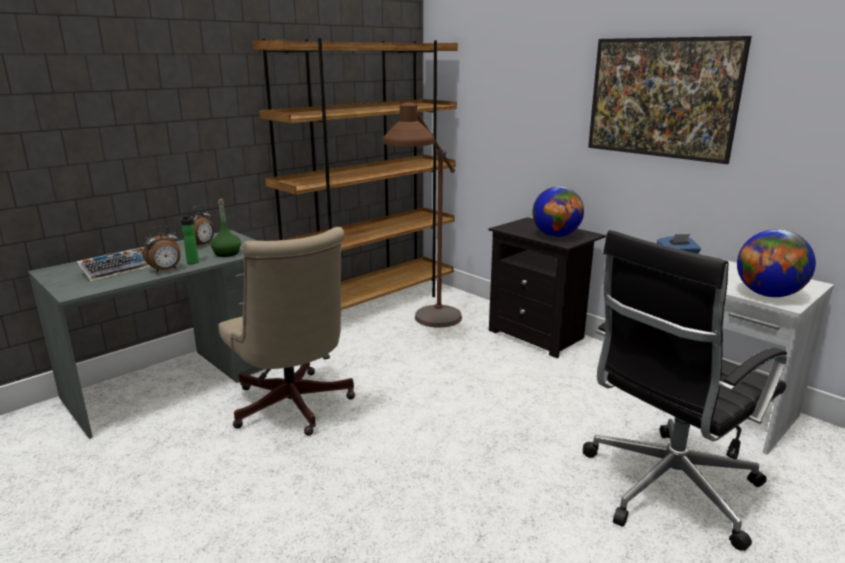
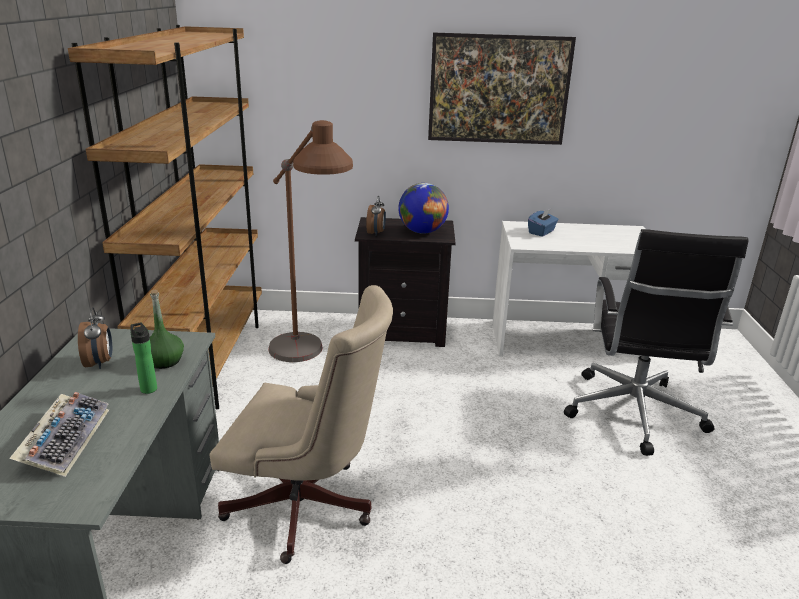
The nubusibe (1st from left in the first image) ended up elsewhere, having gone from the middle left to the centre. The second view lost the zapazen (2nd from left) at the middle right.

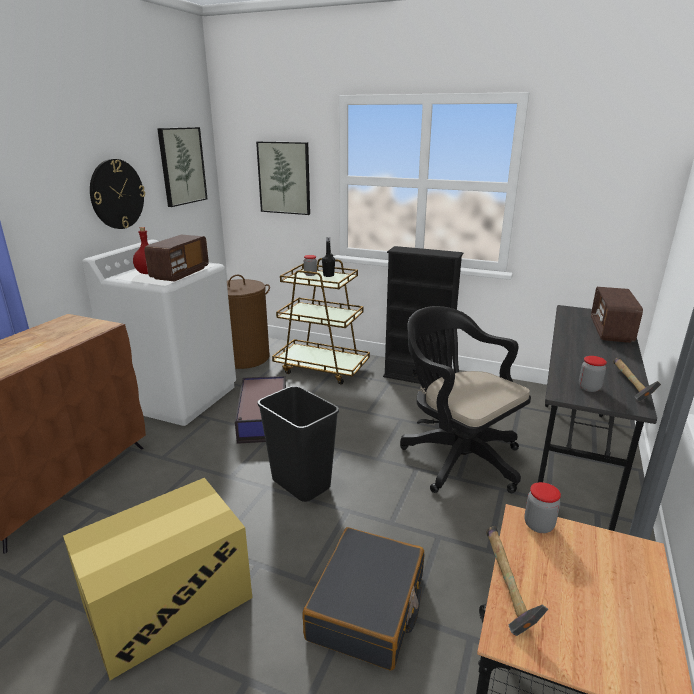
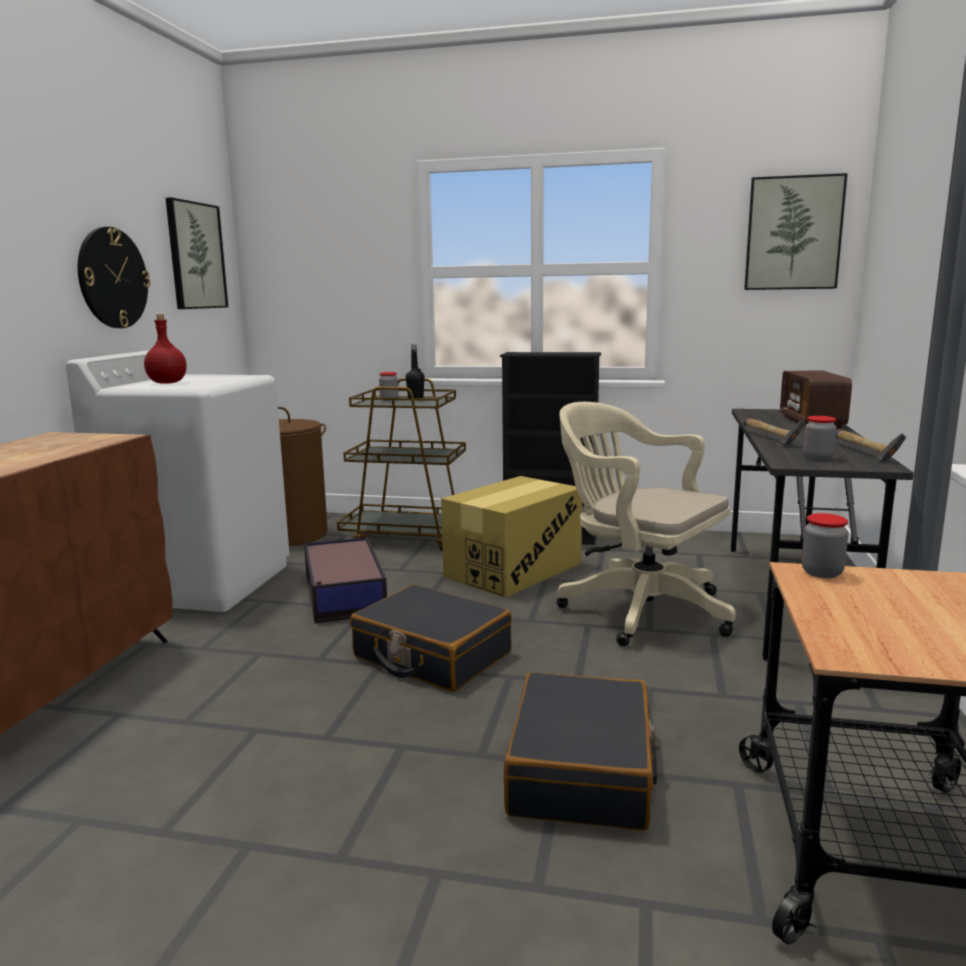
The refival (2nd from left) ended up elsewhere, having gone from the top centre to the top right. The second view lost the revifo (1st from left) at the middle left. What was the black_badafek at the middle right turned into the beige_badafek at the middle right. Where the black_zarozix stood at the centre, the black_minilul (1st from left) came to stand at the centre. The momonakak ended up elsewhere, having gone from the bottom left to the centre. The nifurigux (1st from left) ended up elsewhere, having gone from the bottom right to the middle right.

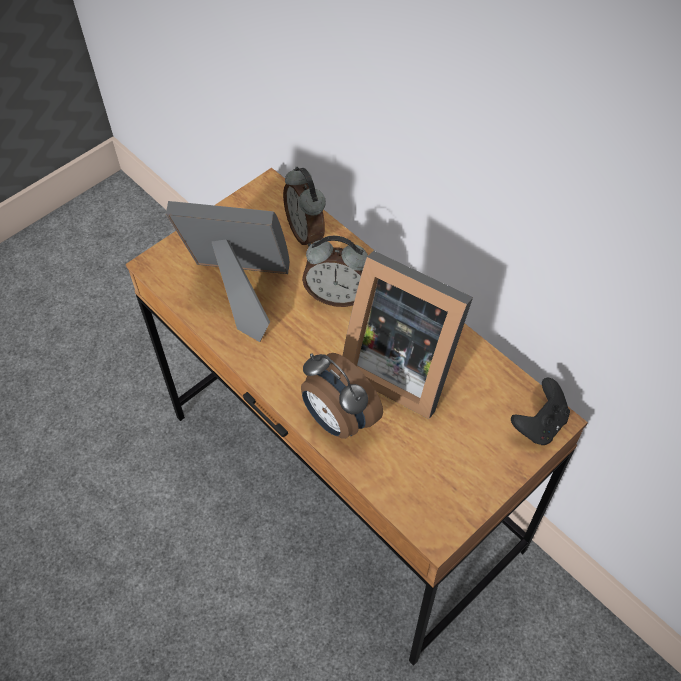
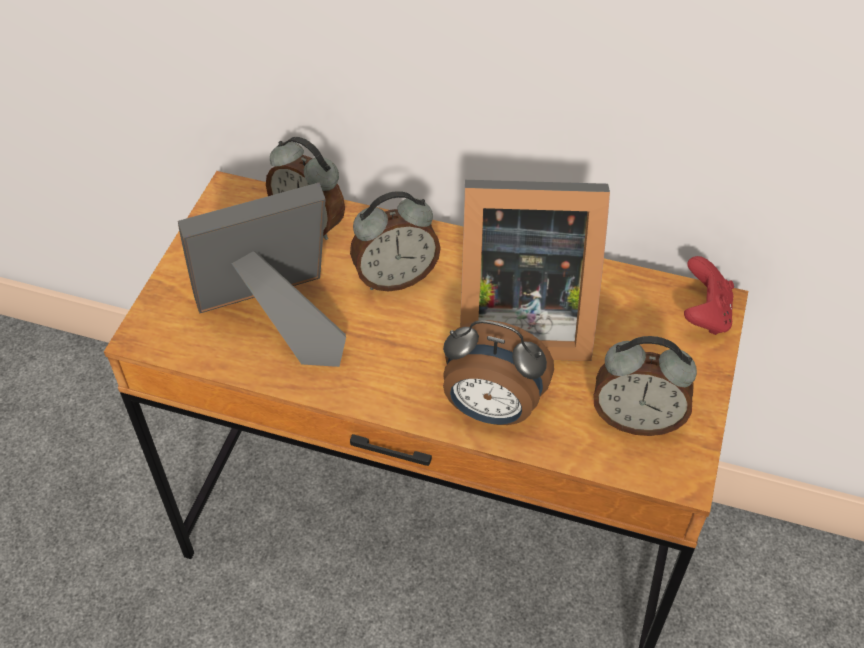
What was the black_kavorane at the middle right turned into the red_kavorane at the middle right. The second view gained the nubusibe (4th from left) at the middle right.

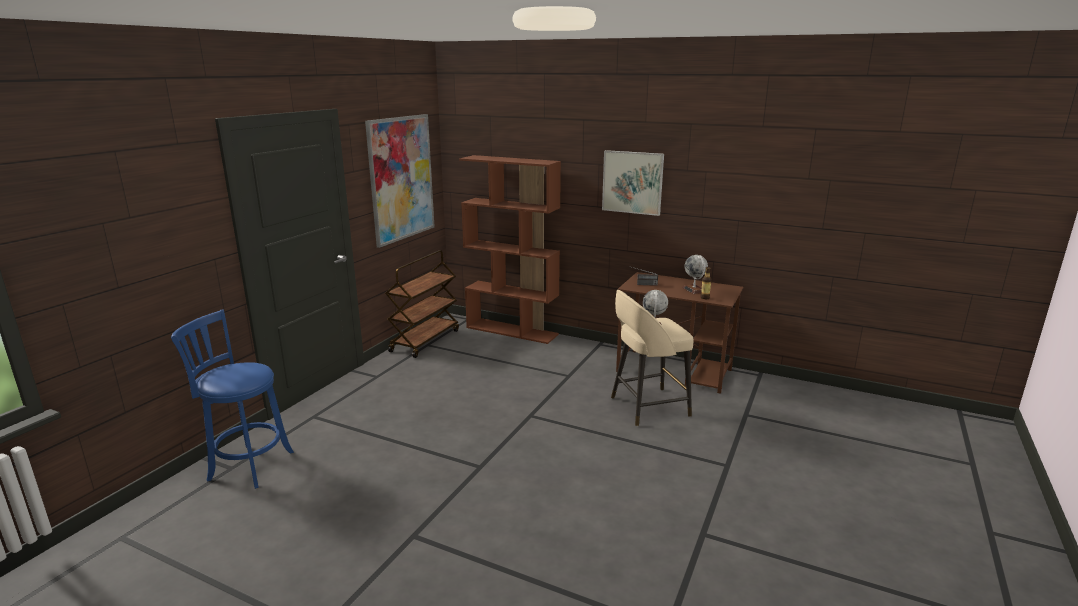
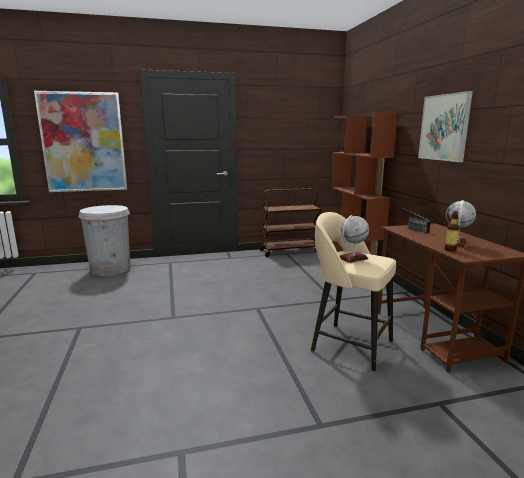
The refival (1st from left) ended up elsewhere, having gone from the top centre to the top left. Where the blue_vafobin stood at the middle left, the white_zarozix came to stand at the middle left.

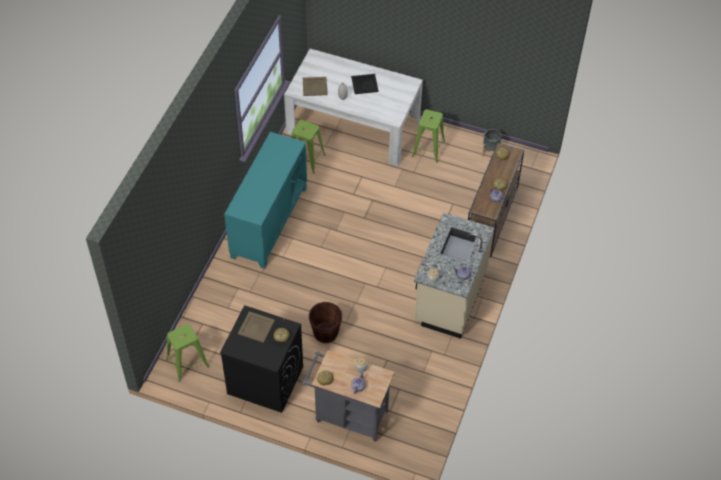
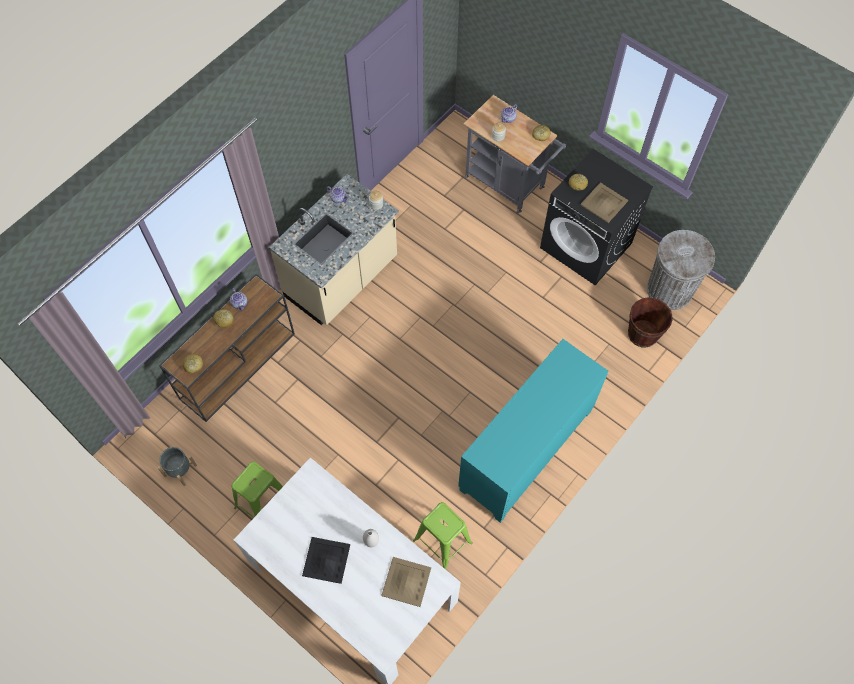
The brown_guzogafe ended up elsewhere, having gone from the bottom centre to the middle right. Where the green_vafobin (1st from left) stood at the bottom left, the grey_zarozix came to stand at the middle right.

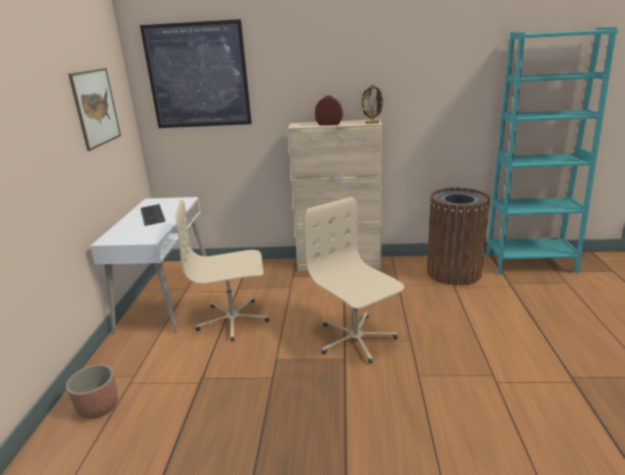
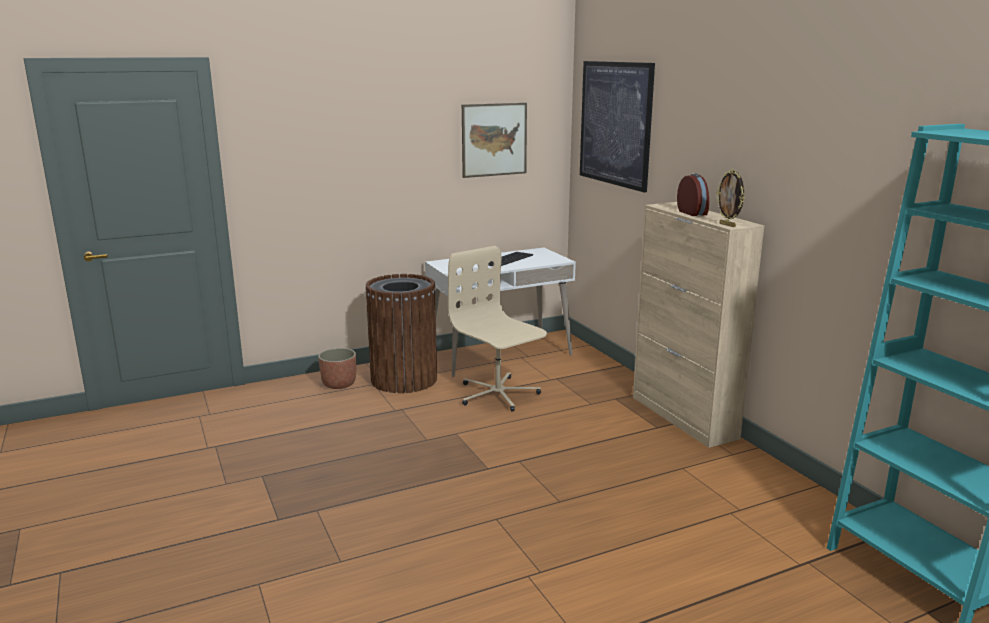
The brown_zarozix ended up elsewhere, having gone from the middle right to the centre. The second view lost the beige_badafek (2nd from left) at the centre.

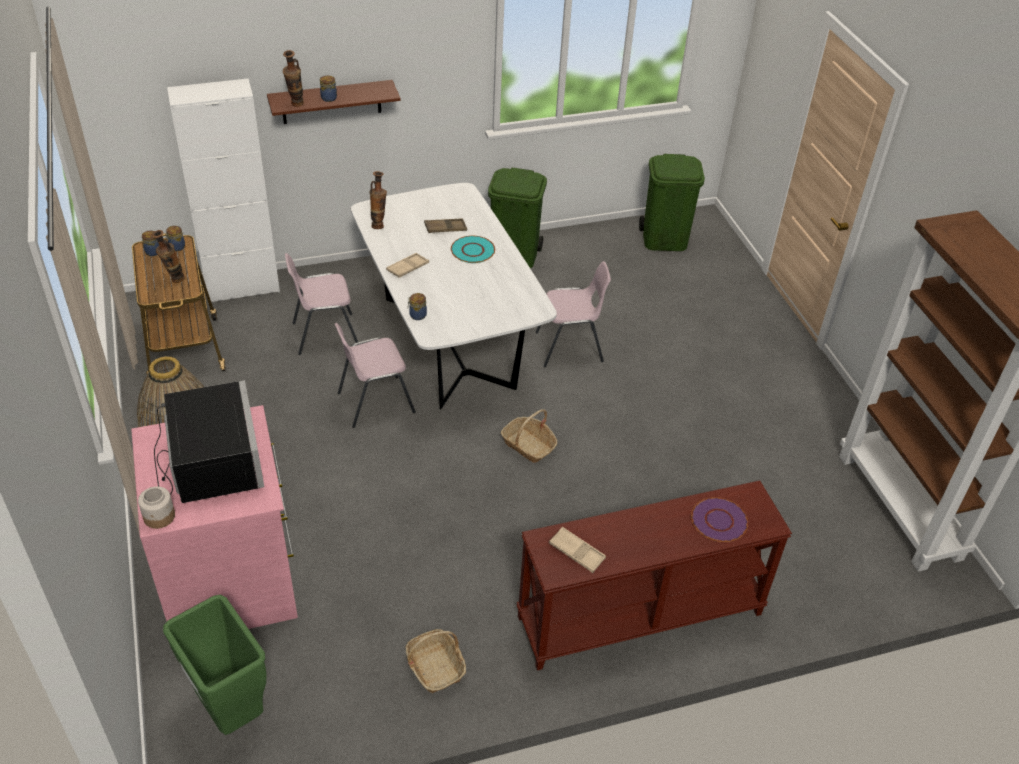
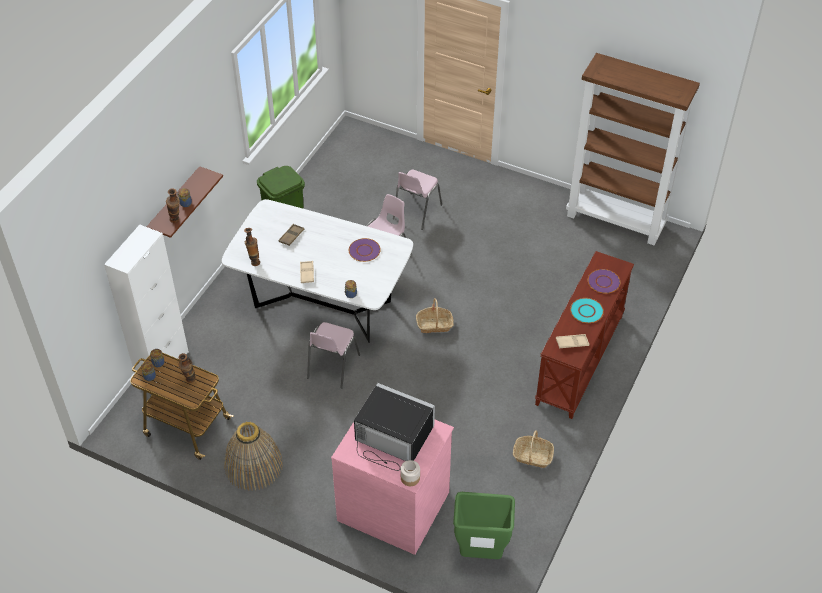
The second view lost the green_zarozix (3rd from left) at the top centre. The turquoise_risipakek ended up elsewhere, having gone from the top centre to the middle right. The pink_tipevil (1st from left in the first image) ended up elsewhere, having gone from the middle left to the centre. The second view gained the purple_risipakek (1st from left) at the centre.

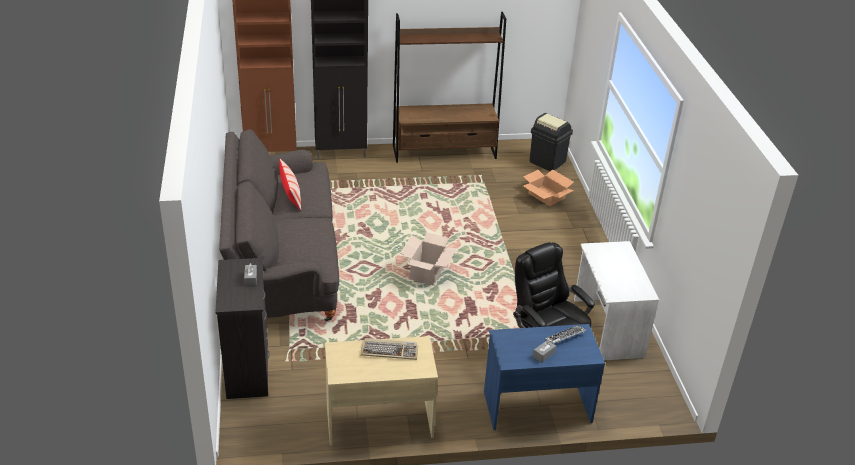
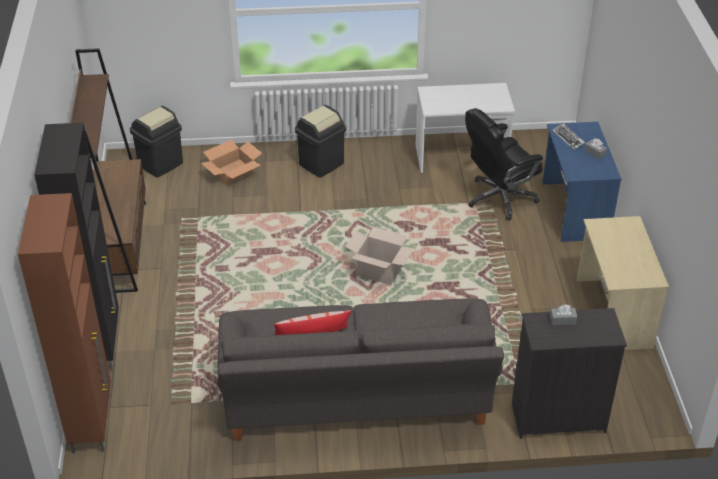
The second view lost the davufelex (1st from left) at the bottom centre. The second view gained the black_zarozix (2nd from left) at the top centre.

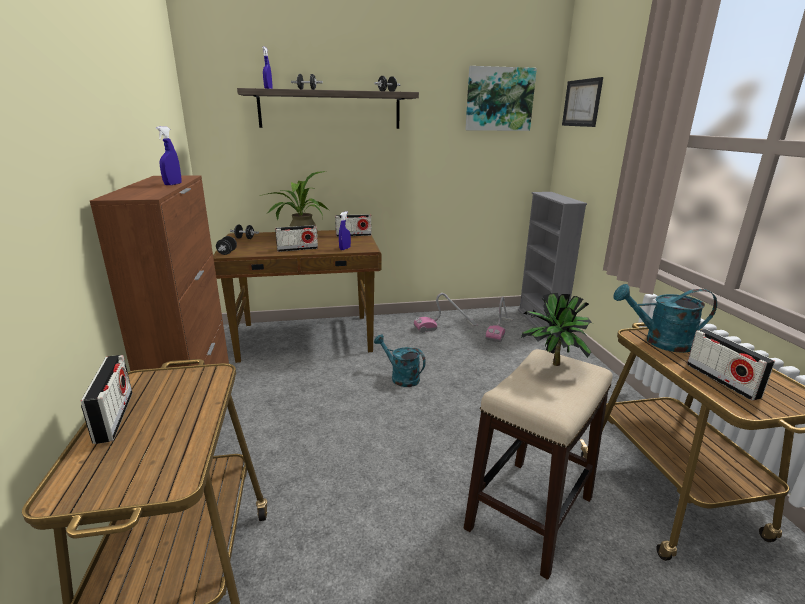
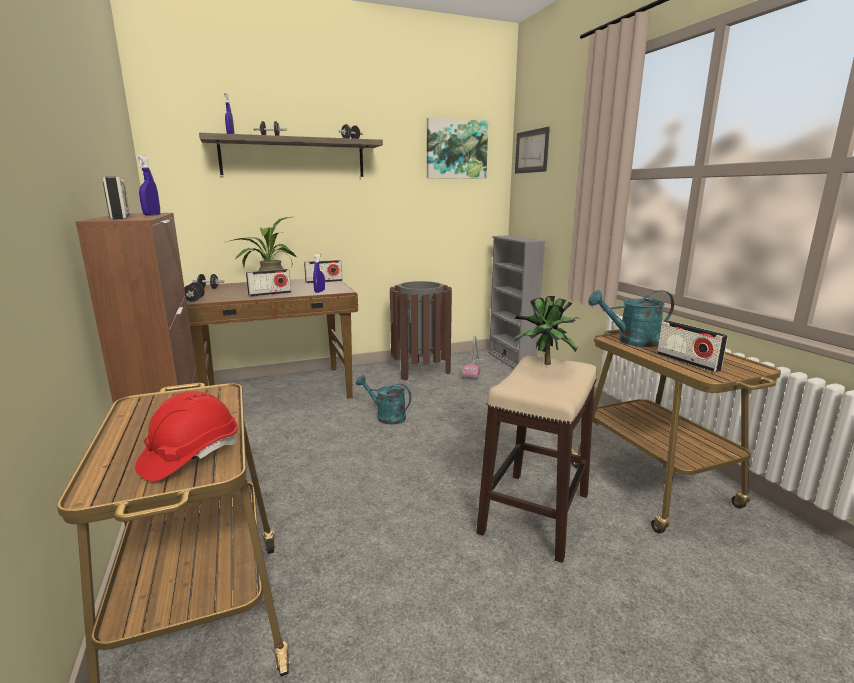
Where the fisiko (1st from left) stood at the centre, the brown_zarozix came to stand at the centre. The revifo (1st from left) ended up elsewhere, having gone from the middle left to the top left. The second view gained the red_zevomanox at the middle left.

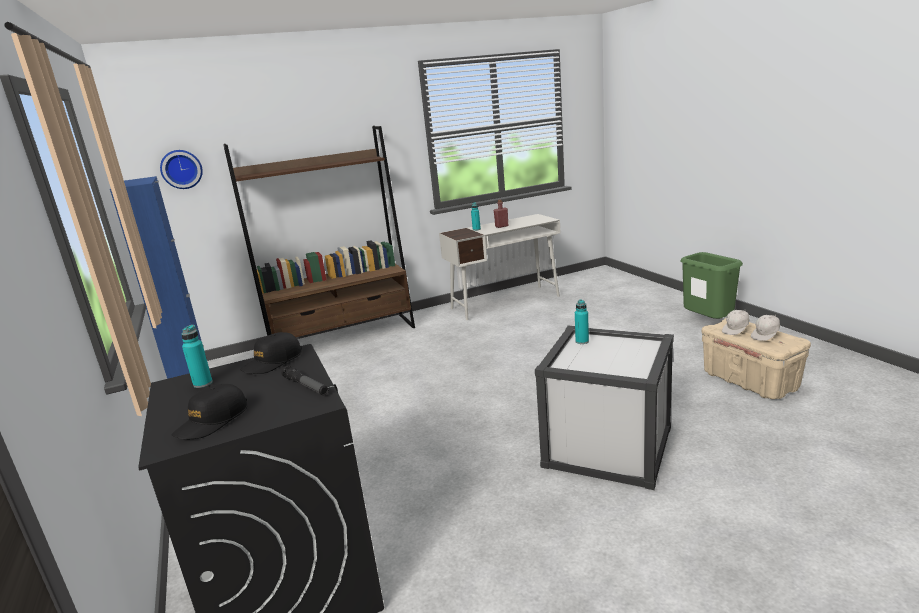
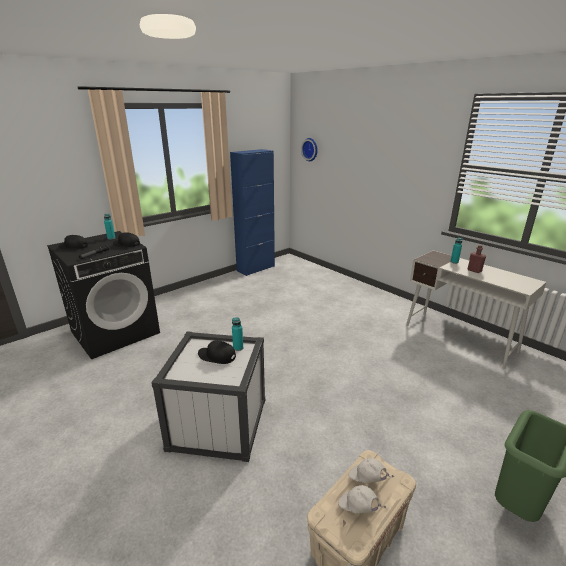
The second view lost the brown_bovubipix at the centre. The second view gained the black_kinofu (3rd from left) at the centre.

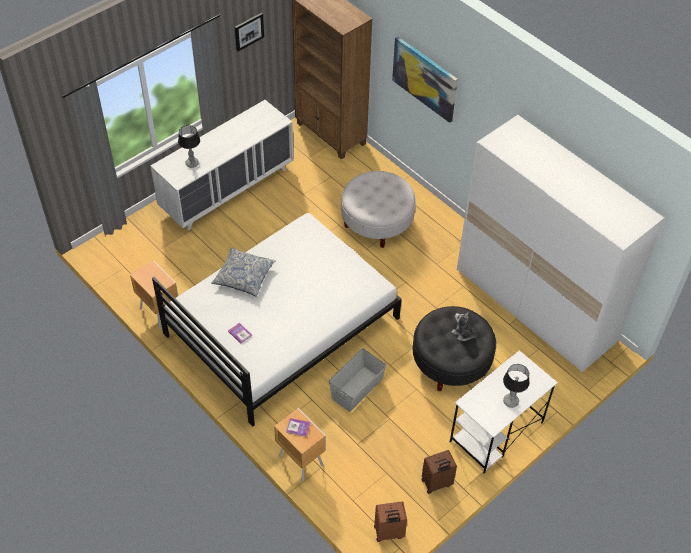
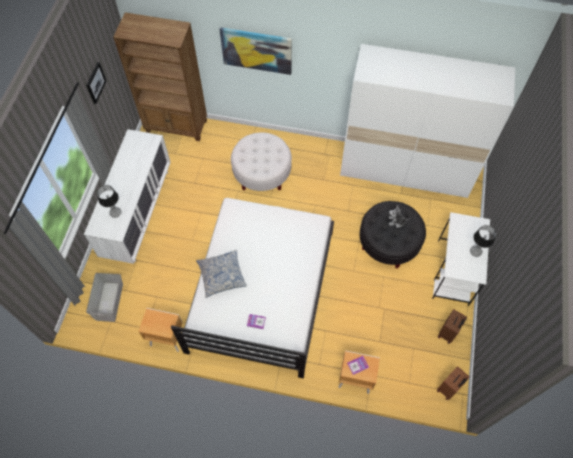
The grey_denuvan ended up elsewhere, having gone from the bottom centre to the middle left.

